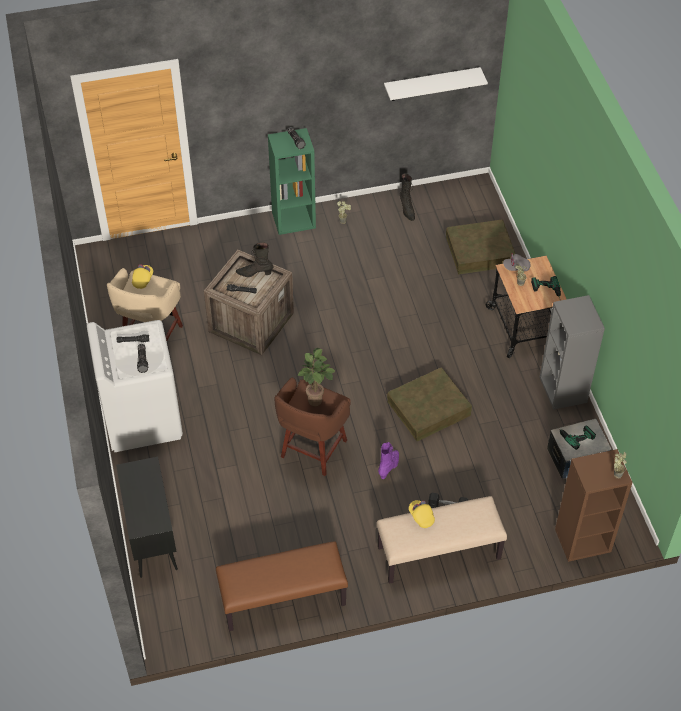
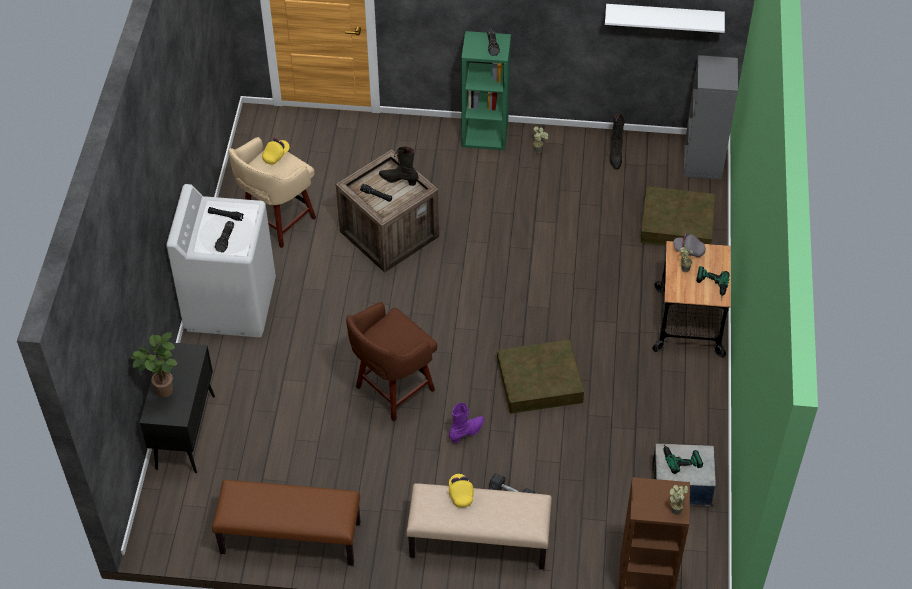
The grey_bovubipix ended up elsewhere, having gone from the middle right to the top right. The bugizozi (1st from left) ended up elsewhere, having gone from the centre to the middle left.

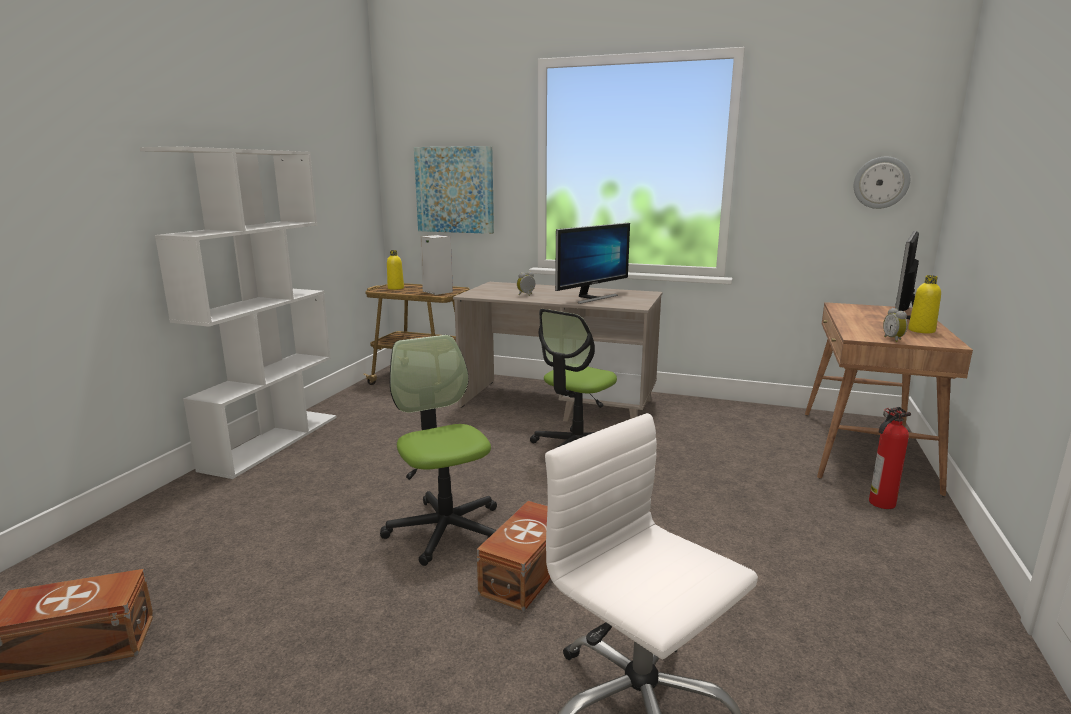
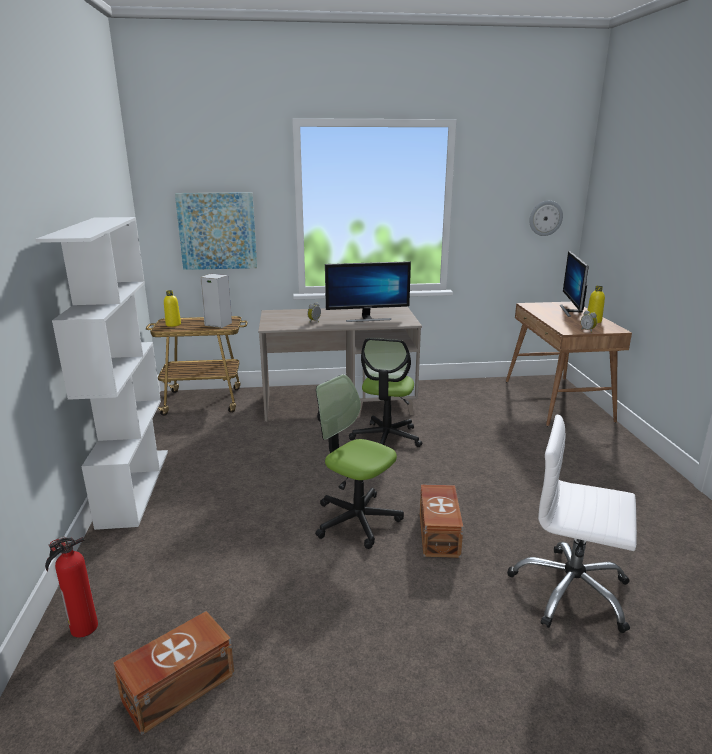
The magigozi (1st from left) at the centre ended up facing another way, 60 degrees clockwise from before. The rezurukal ended up elsewhere, having gone from the middle right to the bottom left.

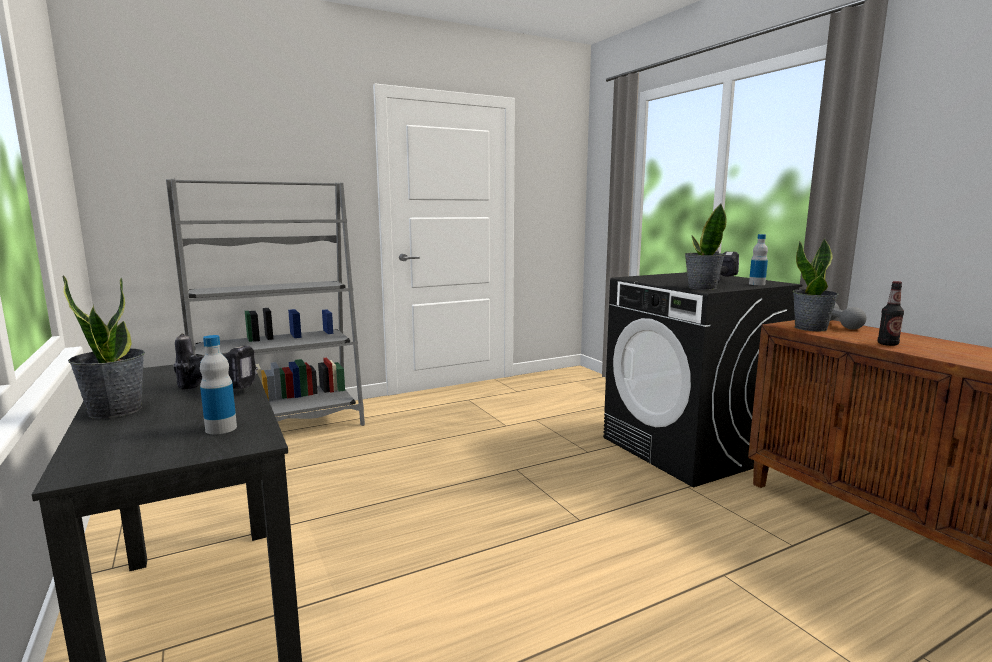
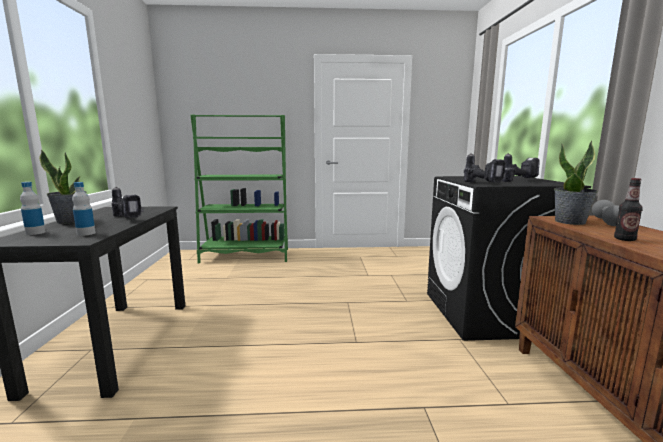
What was the grey_bovubipix at the middle left turned into the green_bovubipix at the centre. Where the bugizozi (2nd from left) stood at the middle right, the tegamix (2nd from left) came to stand at the middle right. The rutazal (2nd from left in the first image) ended up elsewhere, having gone from the middle right to the middle left.

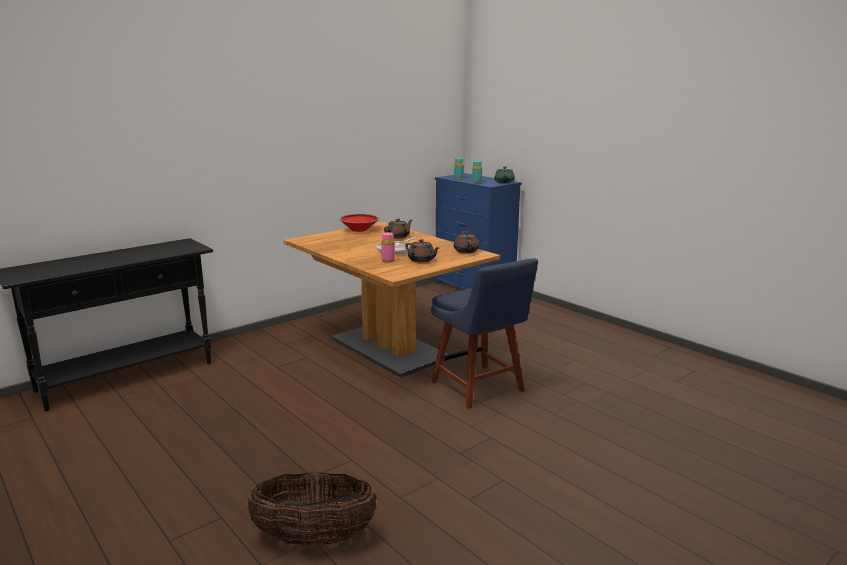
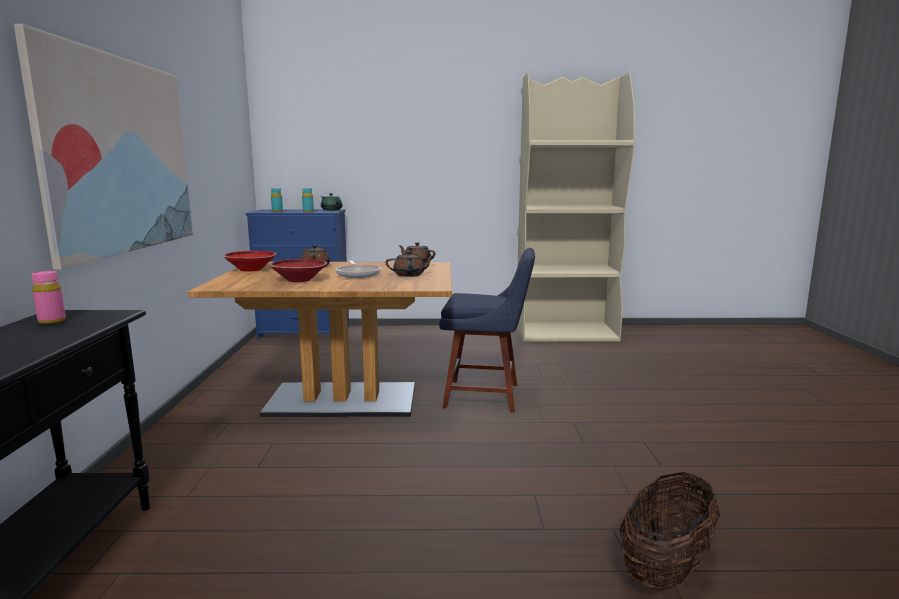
The pink_rutazal ended up elsewhere, having gone from the centre to the middle left. The second view gained the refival at the top left. The second view gained the beige_bovubipix at the centre. The second view gained the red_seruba (2nd from left) at the middle left.

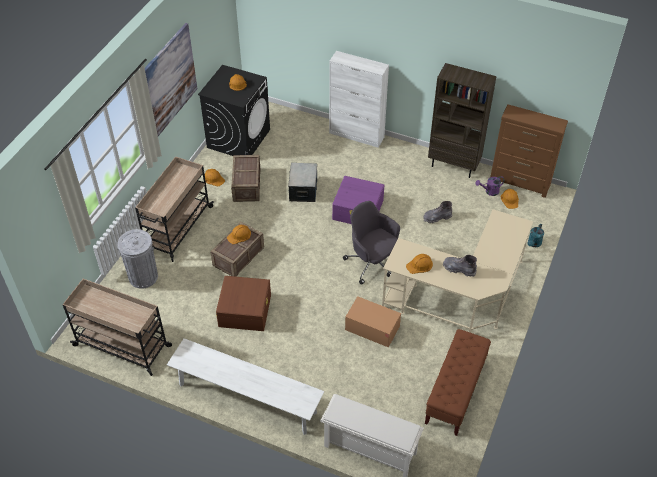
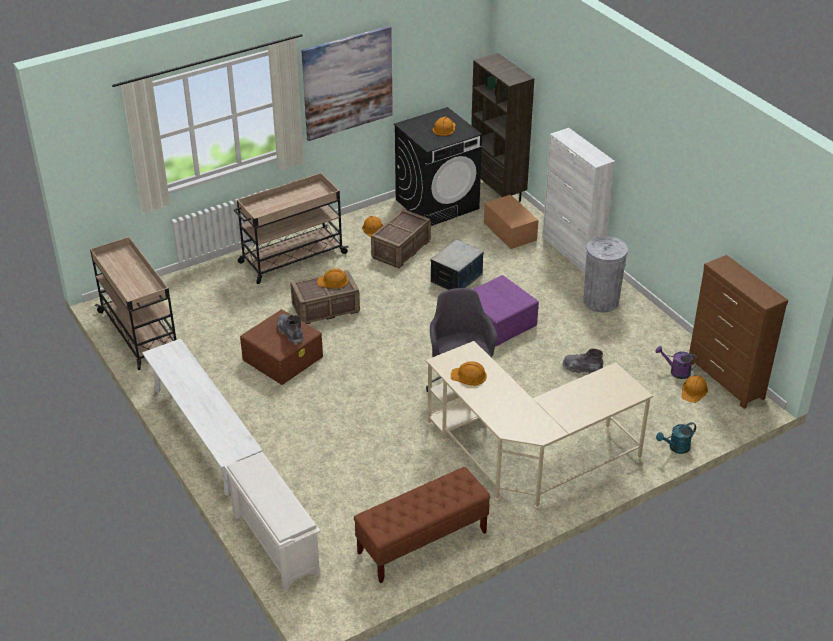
The brown_bovubipix ended up elsewhere, having gone from the top right to the top centre. The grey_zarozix ended up elsewhere, having gone from the middle left to the middle right. The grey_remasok (2nd from left in the first image) ended up elsewhere, having gone from the middle right to the centre. The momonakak ended up elsewhere, having gone from the bottom centre to the centre.

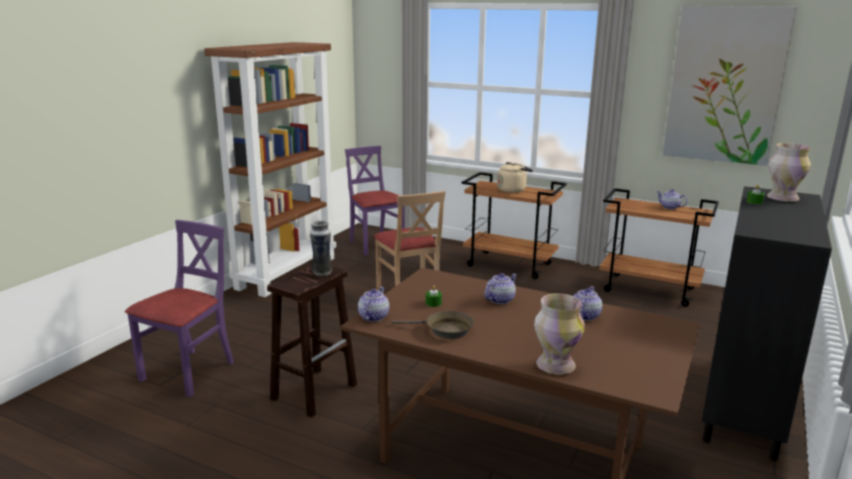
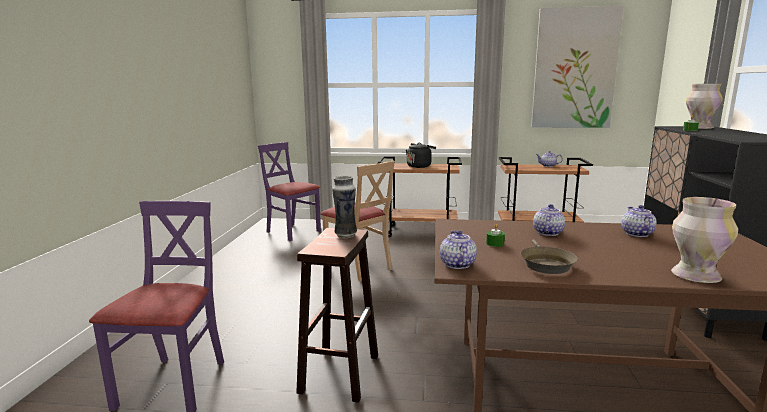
The second view lost the brown_bovubipix at the middle left. What was the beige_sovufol at the centre turned into the black_sovufol at the centre. The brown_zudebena at the bottom centre ended up facing another way, 105 degrees clockwise from before.

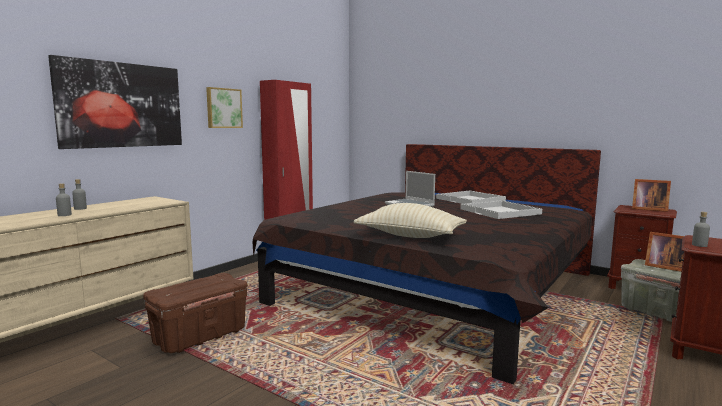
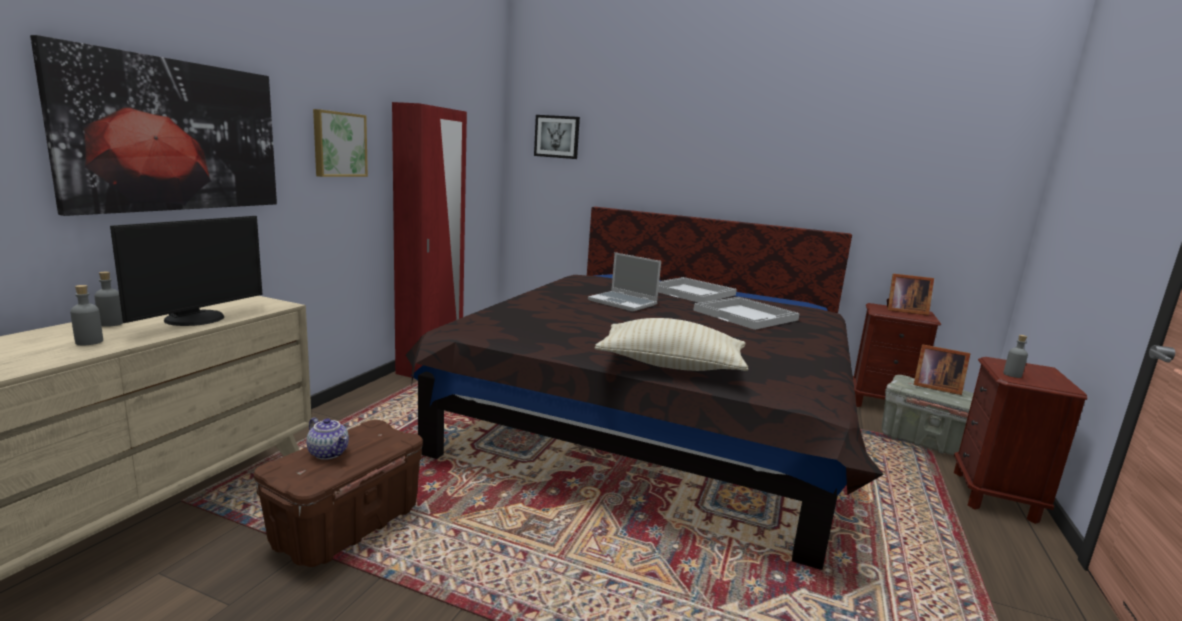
The second view gained the refival (3rd from left) at the top centre. The second view gained the magigozi at the middle left. The second view gained the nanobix at the bottom left.

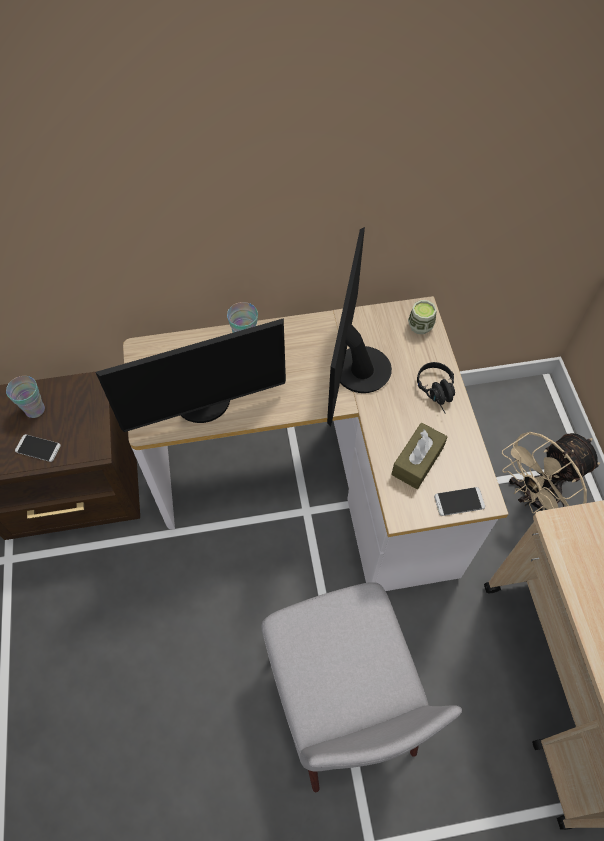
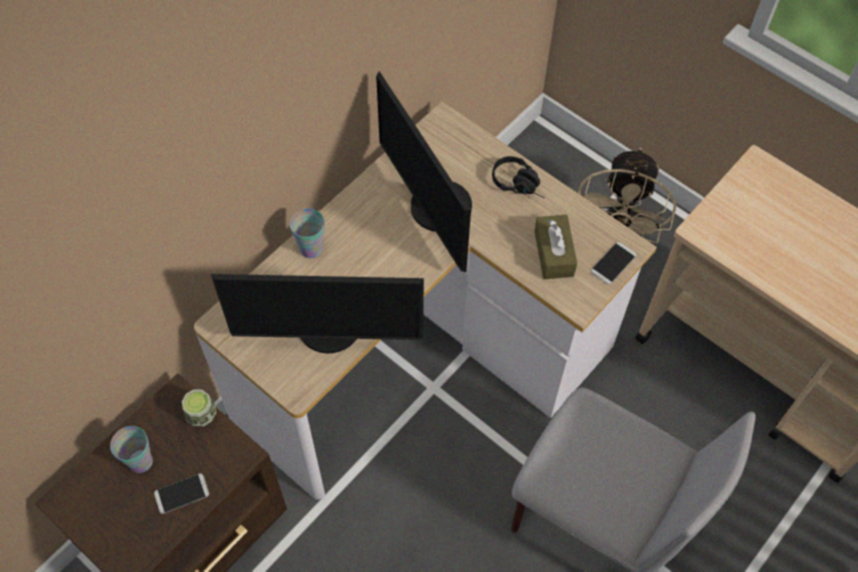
The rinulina (3rd from left in the first image) ended up elsewhere, having gone from the middle right to the bottom left. The magigozi (1st from left) at the middle left ended up facing another way, 60 degrees clockwise from before.

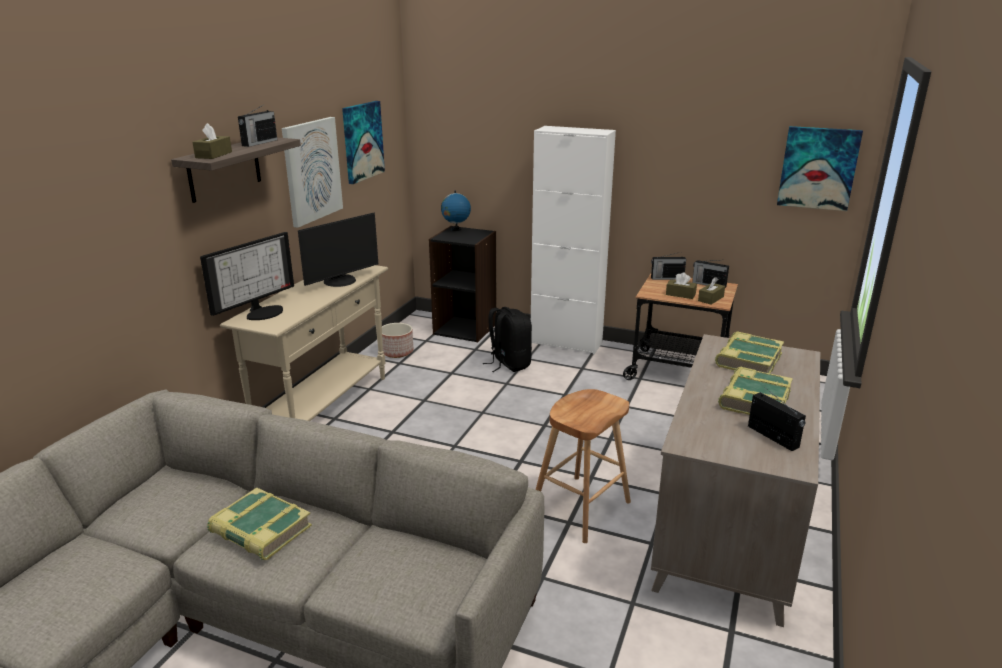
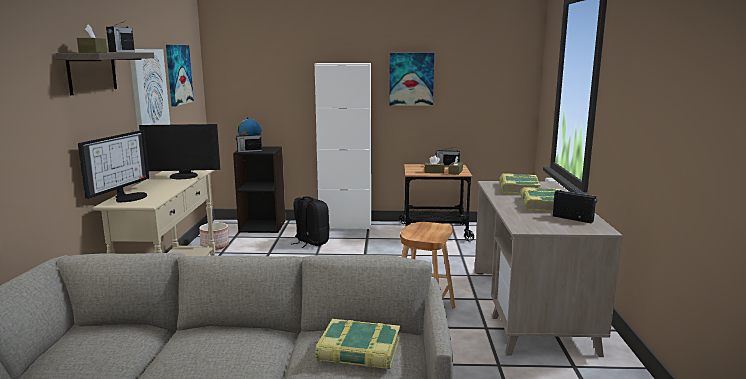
The refival (3rd from left) ended up elsewhere, having gone from the top right to the top centre. The magigozi (2nd from left) at the centre ended up facing another way, 60 degrees clockwise from before. The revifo (2nd from left) ended up elsewhere, having gone from the middle right to the centre. The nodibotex (1st from left) ended up elsewhere, having gone from the bottom left to the bottom centre.

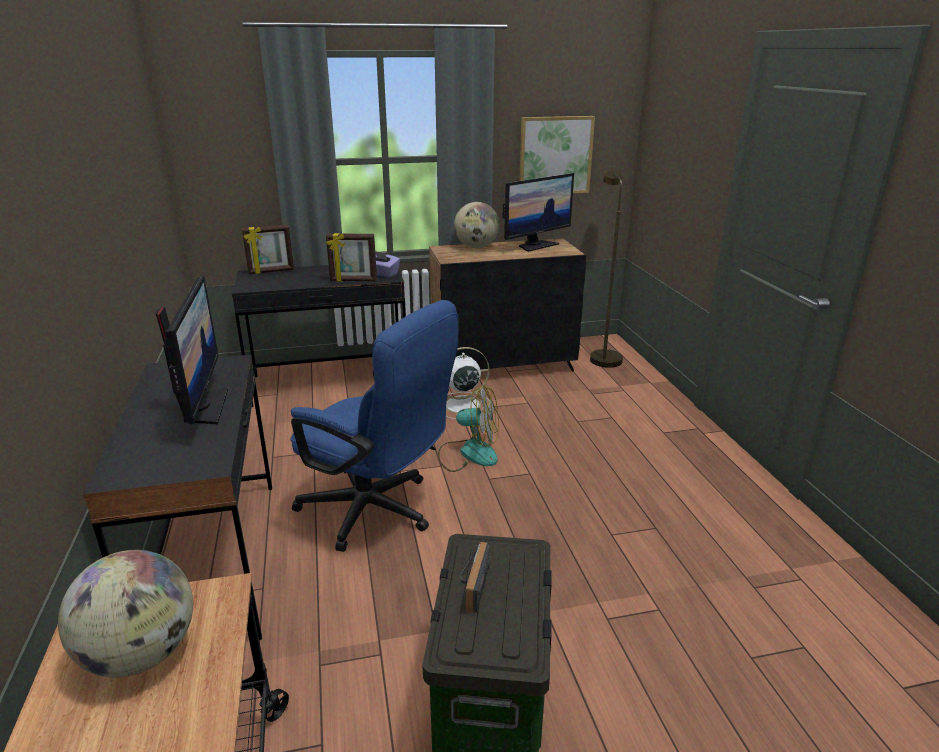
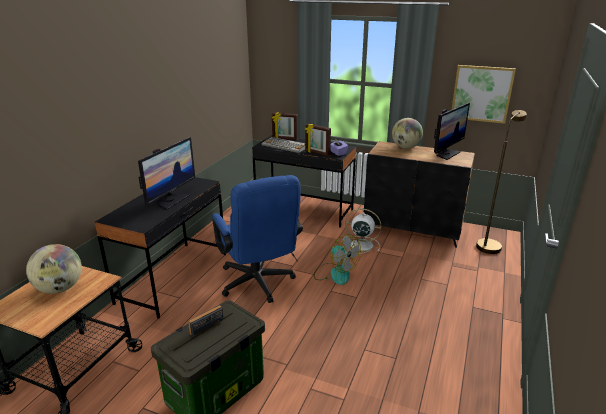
The magigozi (2nd from left) at the top centre ended up facing another way, 45 degrees counterclockwise from before. The second view gained the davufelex at the centre.

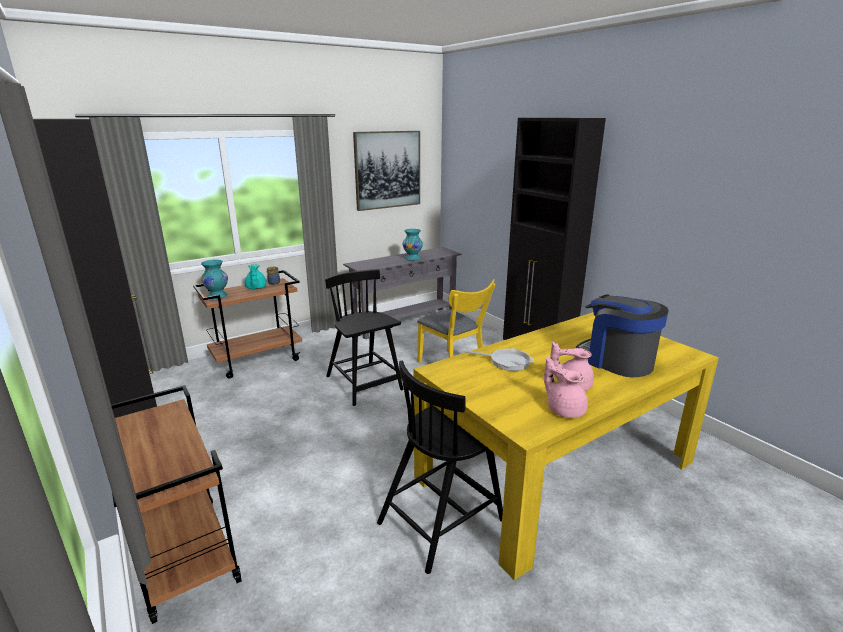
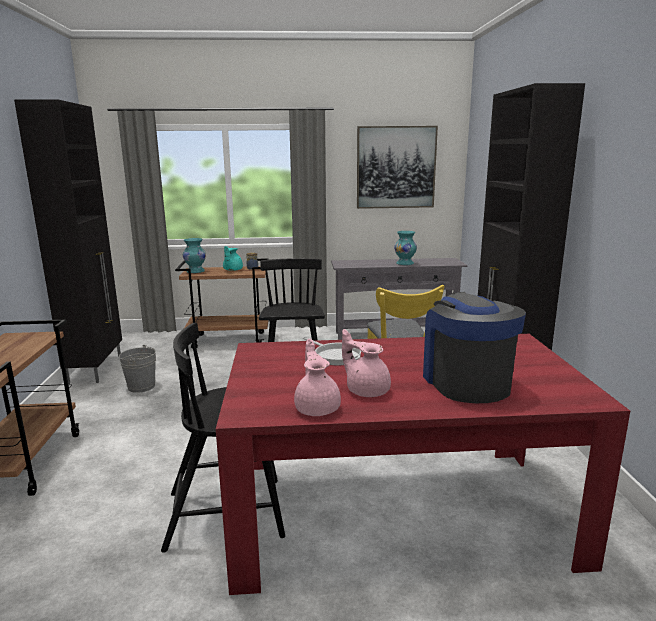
What was the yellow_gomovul at the bottom right turned into the red_gomovul at the bottom centre. The second view gained the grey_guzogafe at the middle left.

